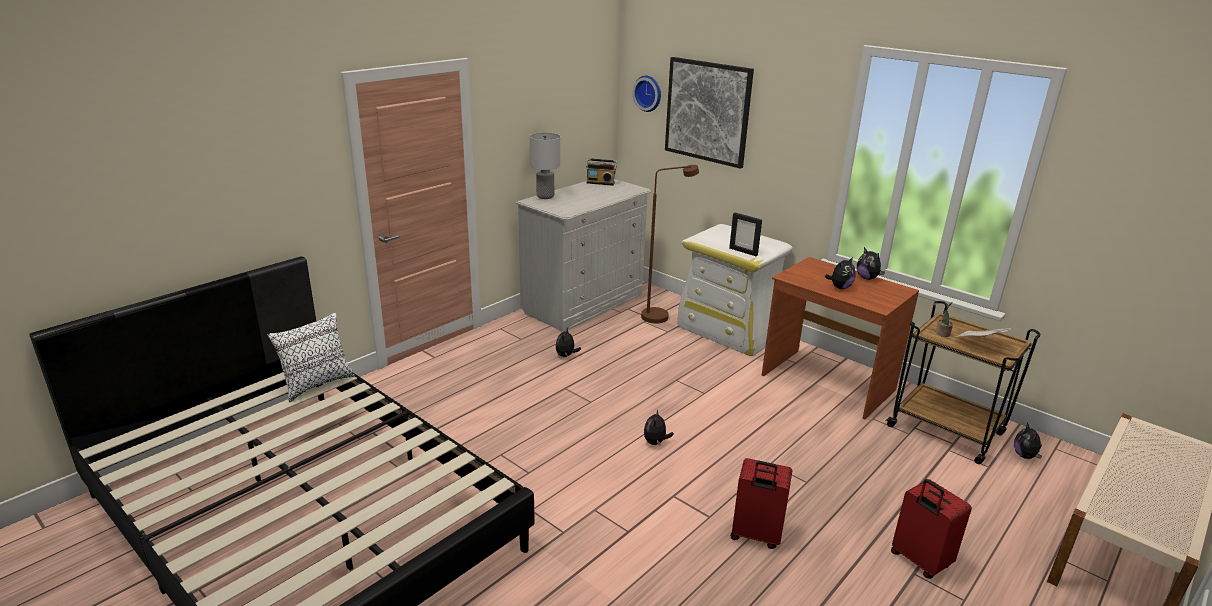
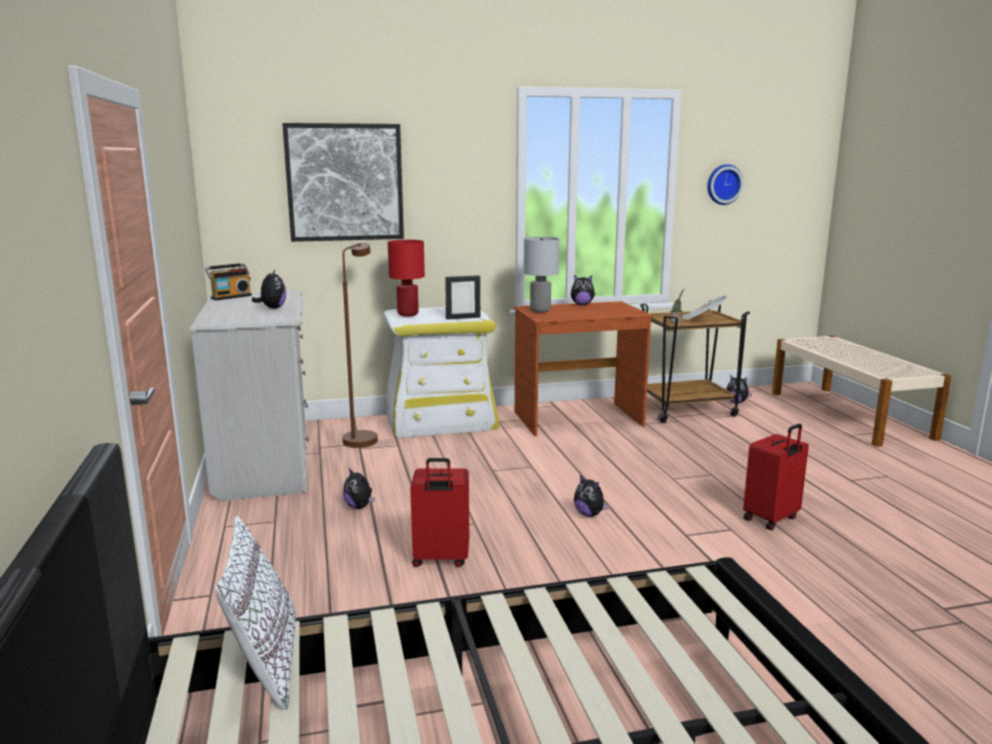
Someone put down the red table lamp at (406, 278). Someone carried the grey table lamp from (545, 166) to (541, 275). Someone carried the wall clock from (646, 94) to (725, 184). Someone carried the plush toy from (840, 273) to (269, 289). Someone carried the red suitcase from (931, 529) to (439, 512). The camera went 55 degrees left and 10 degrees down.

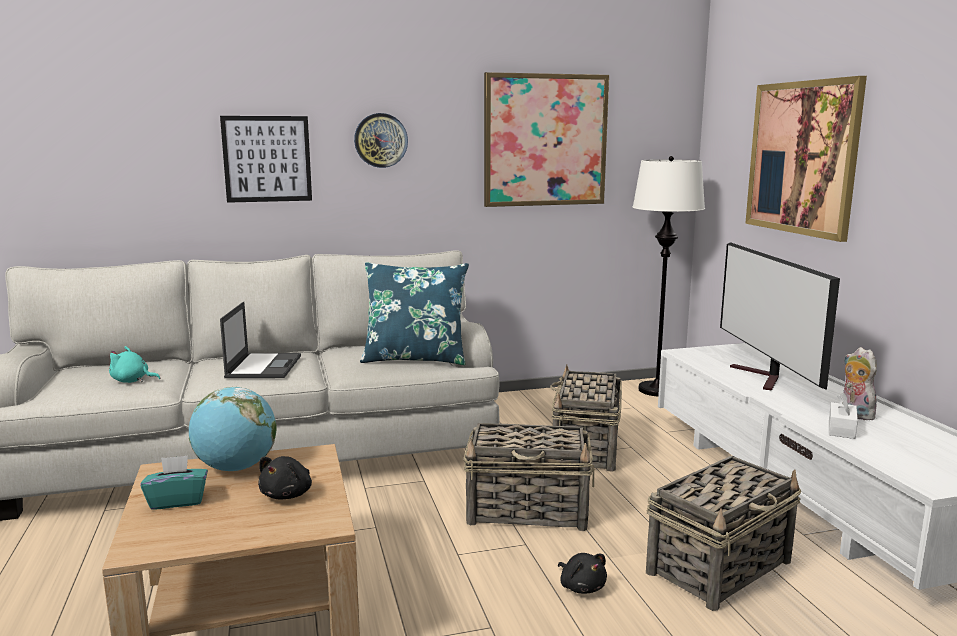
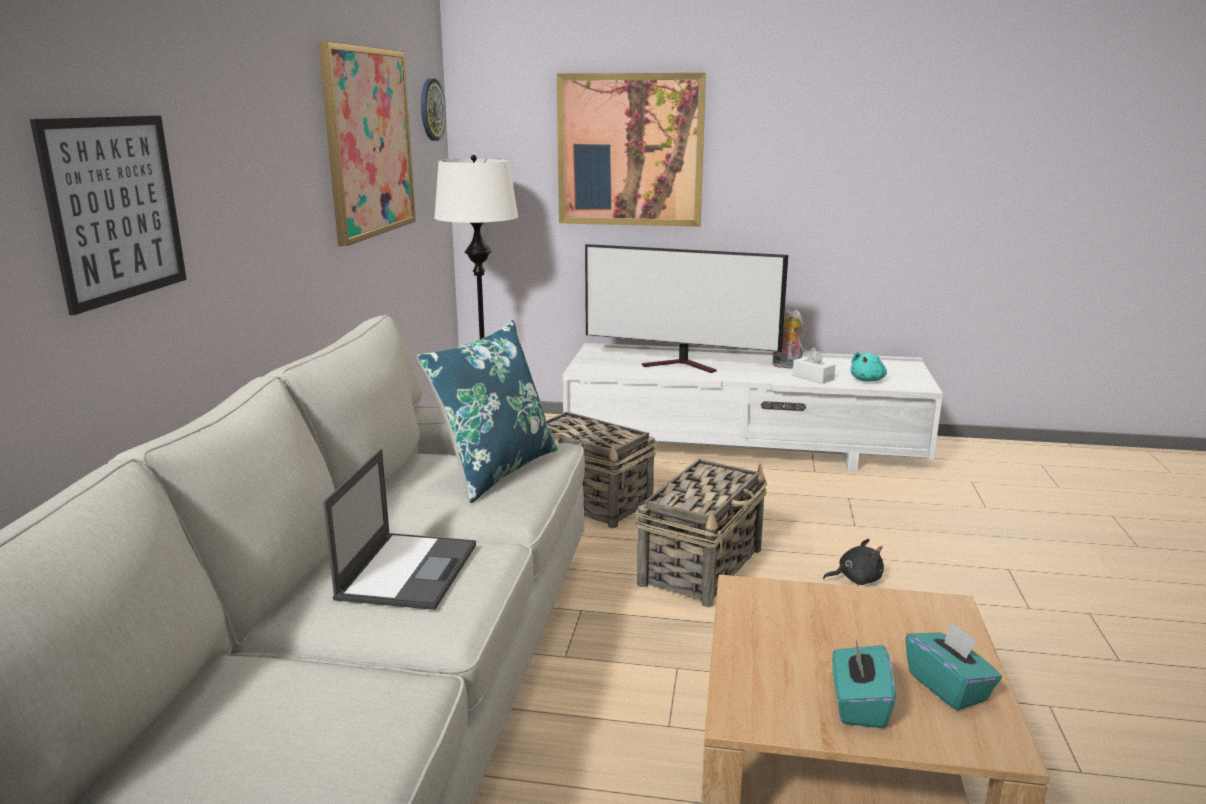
Someone took away the globe at (233, 429). Someone took away the black plush toy at (285, 477). Someone took away the basket at (723, 533). Someone put down the turquoise tissue box at (953, 665). Someone carried the turquoise plush toy from (135, 364) to (868, 367). Someone carried the wall clock from (381, 140) to (433, 109). Someone rotated the laptop at (260, 340) by 75 degrees clockwise. The camera went 65 degrees left and 5 degrees up.

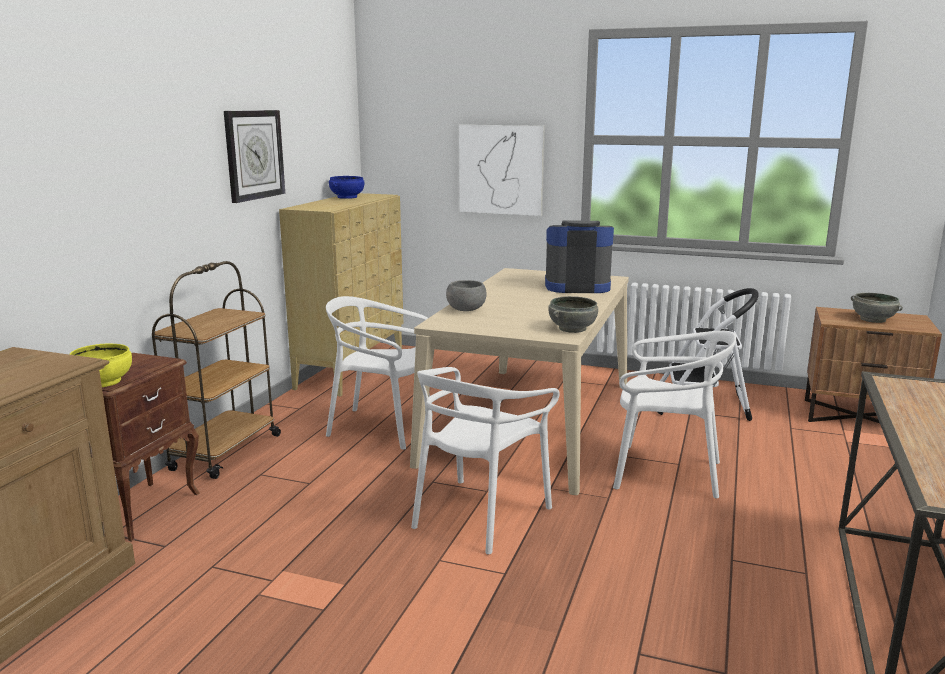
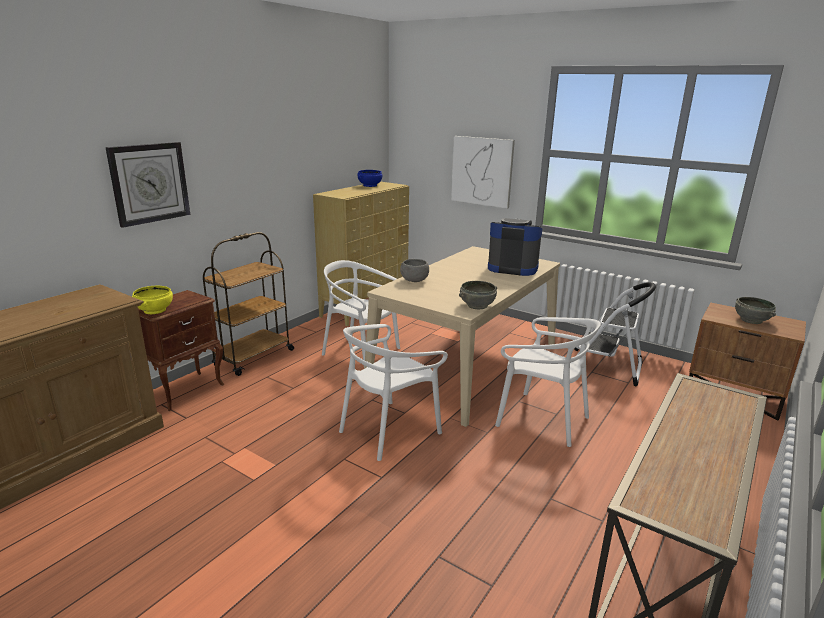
Someone carried the wall clock from (254, 156) to (147, 185). The camera went 15 degrees right and 5 degrees up.

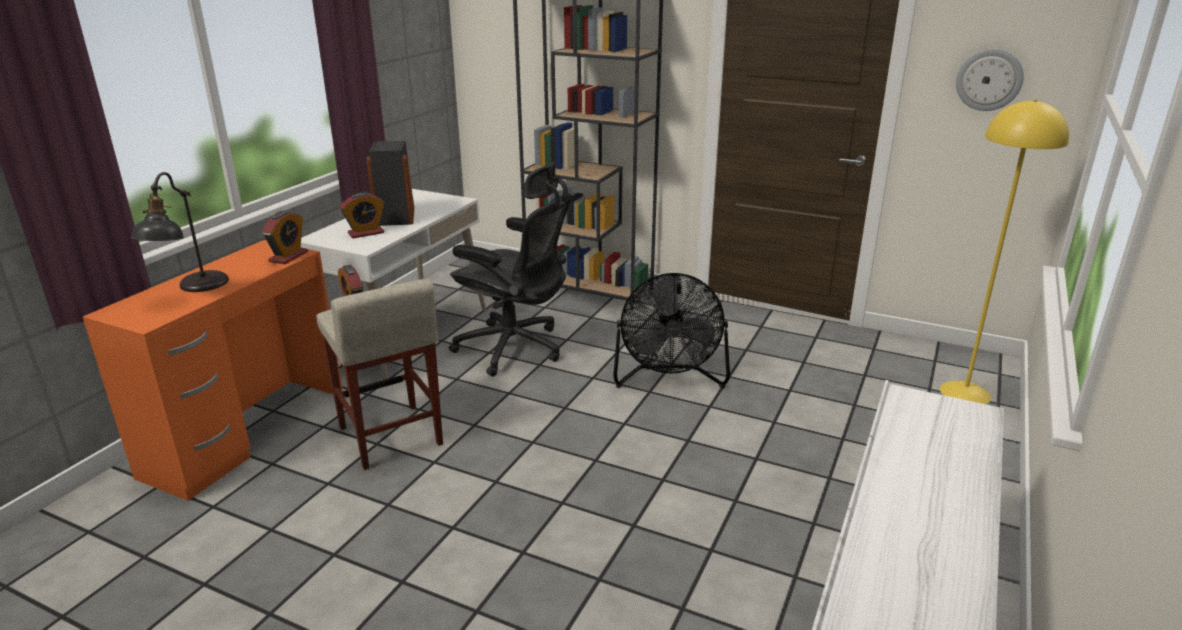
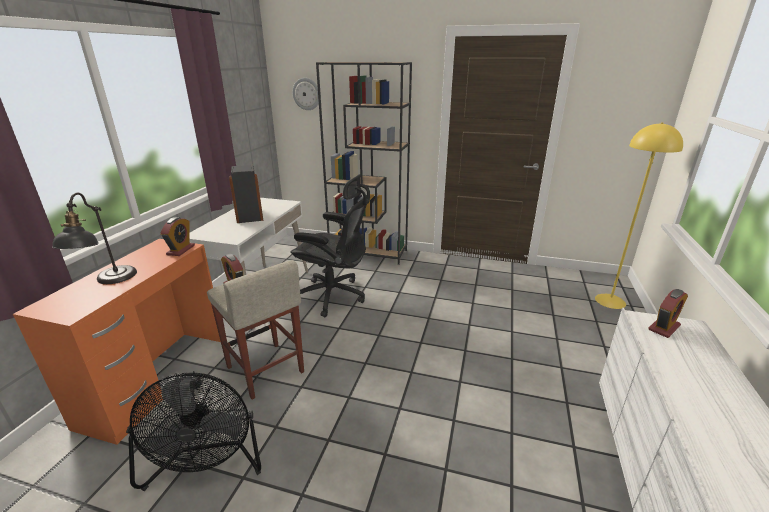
Someone carried the alarm clock from (362, 215) to (668, 313). Someone carried the black fan from (671, 331) to (193, 431). Someone carried the wall clock from (990, 80) to (306, 94). The camera went 10 degrees left and 0 degrees up.

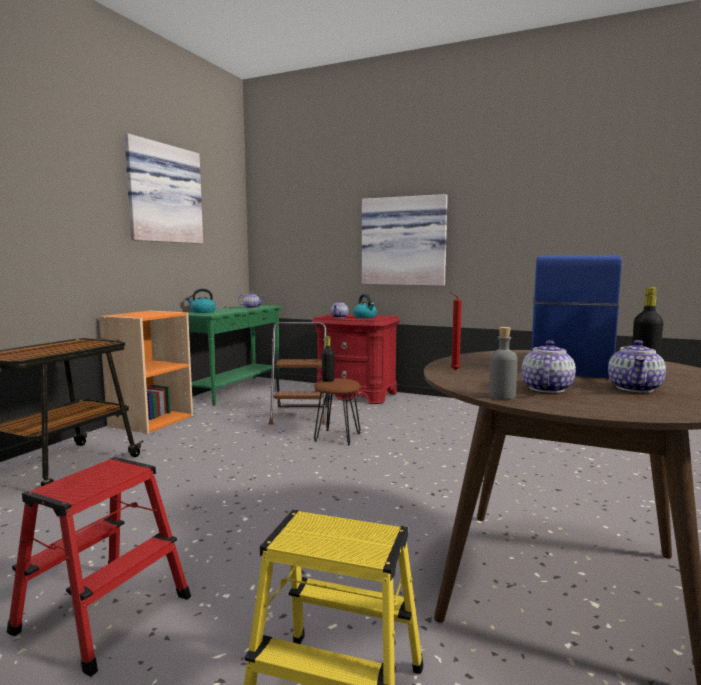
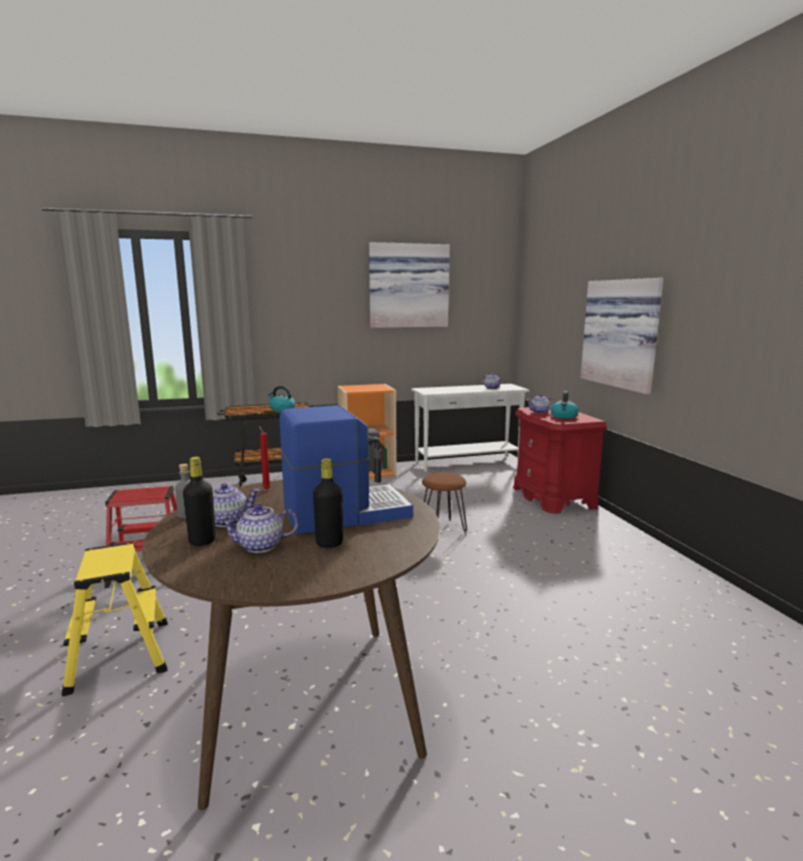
Someone took away the brown step ladder at (298, 373). Someone carried the kettle from (201, 301) to (281, 399). Someone carried the black bottle from (328, 359) to (199, 501). Someone repainted the green console table at (235, 355), which became the white console table at (470, 428). The camera went 50 degrees right and 5 degrees up.

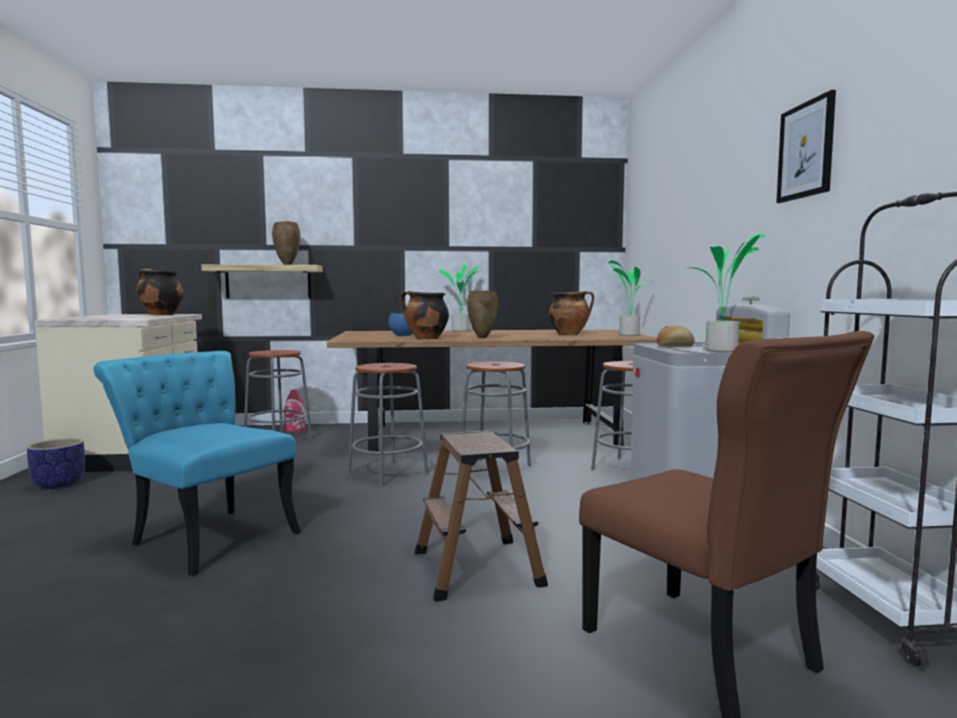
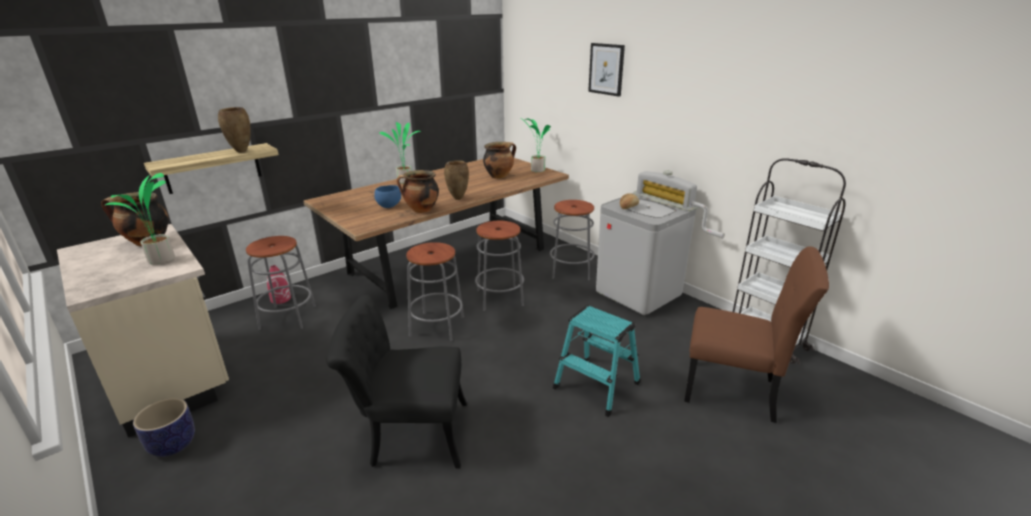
Someone carried the potted plant from (725, 293) to (140, 219). Someone carried the picture from (806, 146) to (606, 70). Someone repainted the turquoise chair at (197, 463), which became the black chair at (397, 382). Someone repainted the brown step ladder at (481, 516), which became the turquoise step ladder at (597, 361). The camera went 35 degrees left and 20 degrees up.

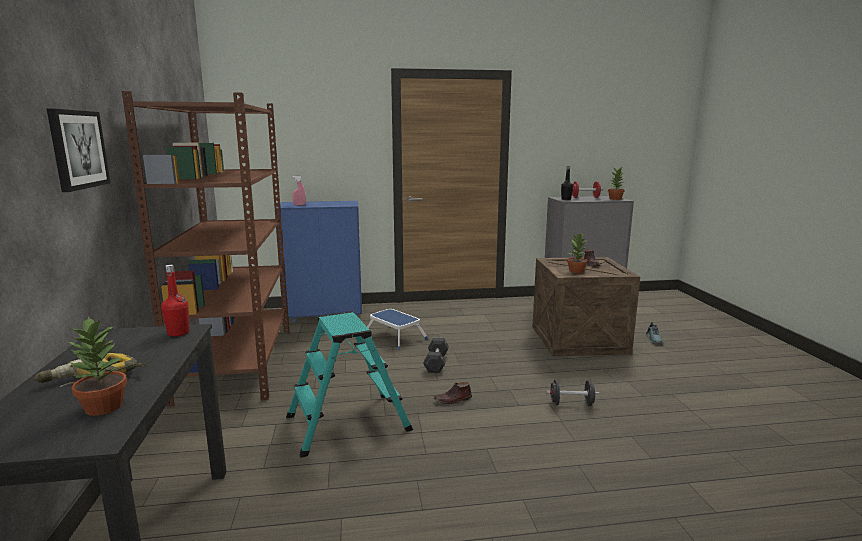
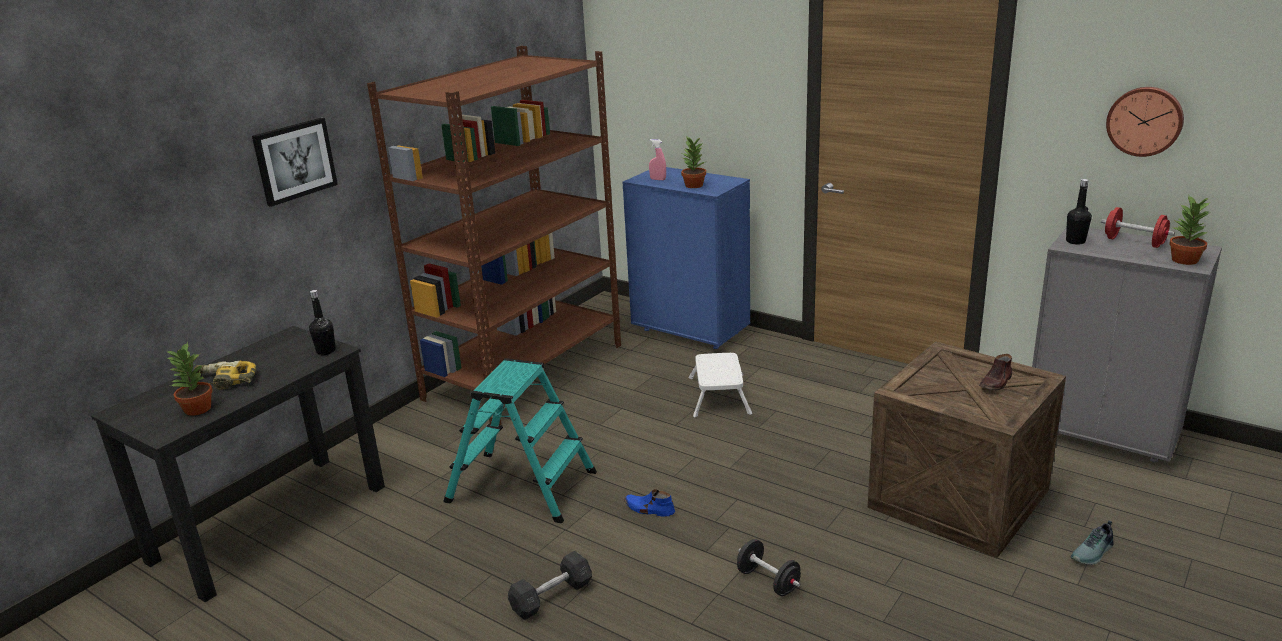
Someone put up the wall clock at (1145, 122). Someone carried the grey dumbbell from (436, 355) to (550, 585). Someone carried the potted plant from (577, 253) to (693, 162). Someone repainted the red bottle at (175, 301), which became the black bottle at (322, 322). Someone repainted the blue step ladder at (397, 329), which became the white step ladder at (720, 385). Someone repainted the brown shoe at (453, 393), which became the blue shoe at (649, 503). The camera went 45 degrees right and 10 degrees up.

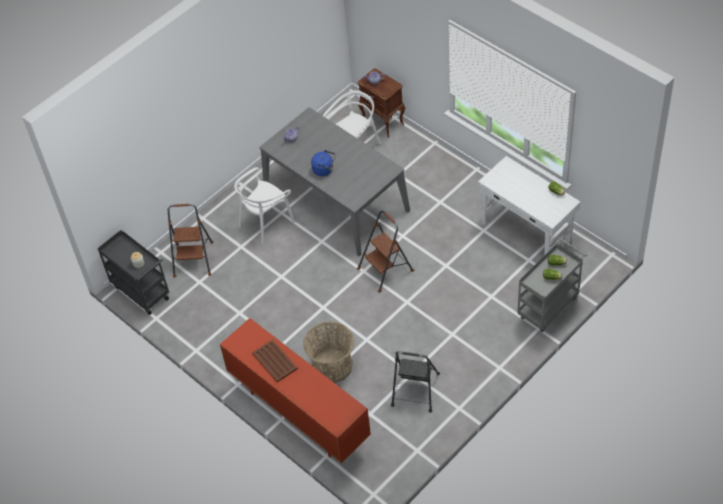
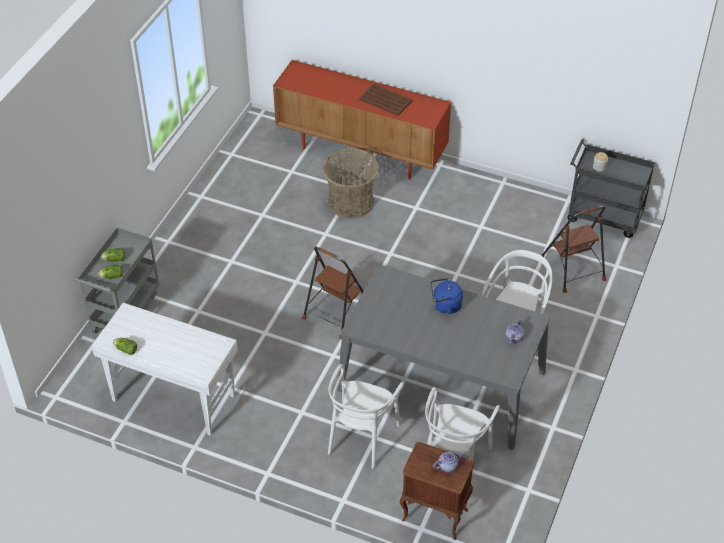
Someone took away the black step ladder at (415, 381). Someone put down the white chair at (366, 416). The camera went 155 degrees right and 5 degrees down.

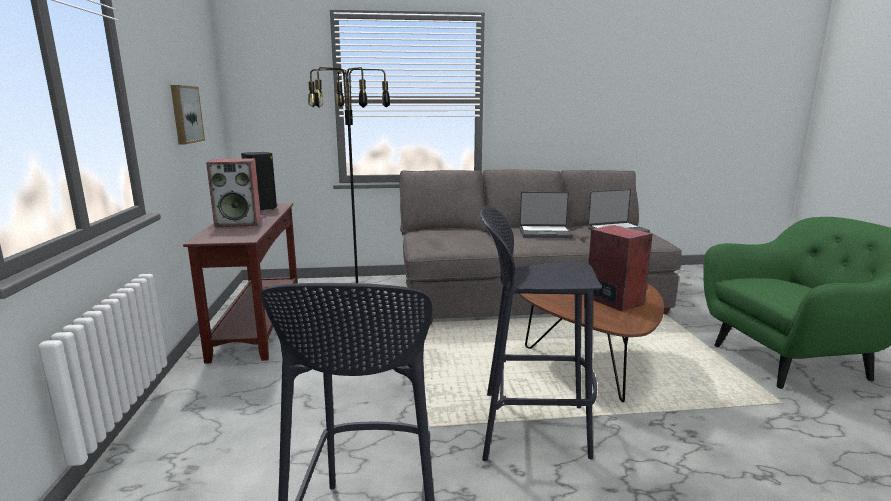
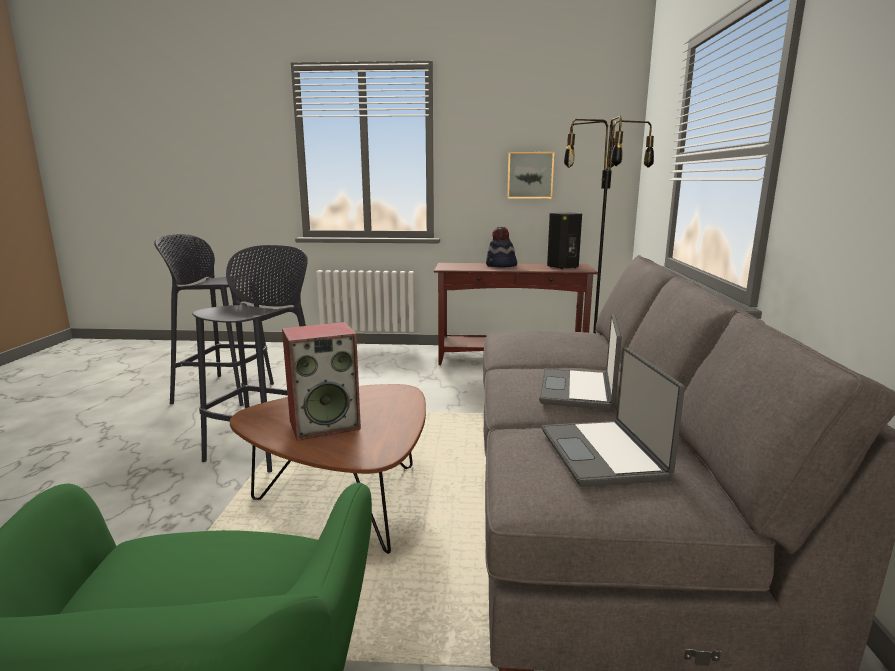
Someone swapped the speaker at (233, 193) for the hat at (501, 247). The camera went 100 degrees right and 0 degrees up.

